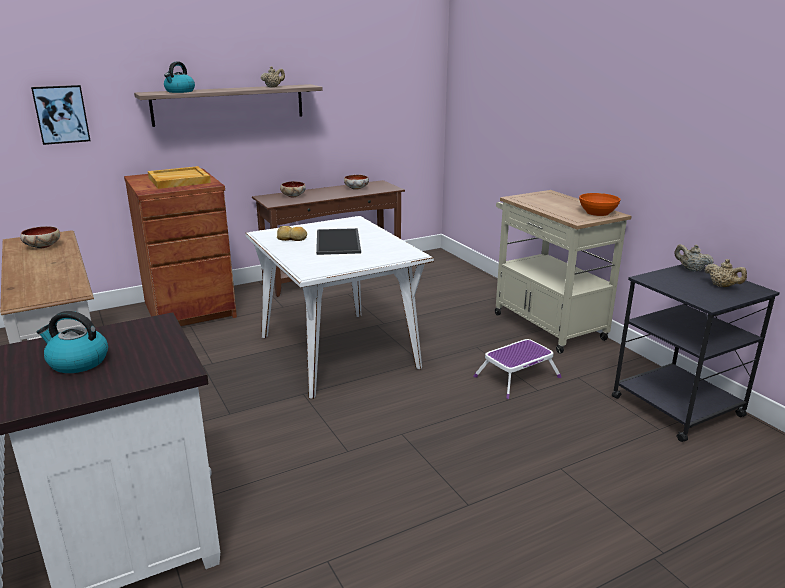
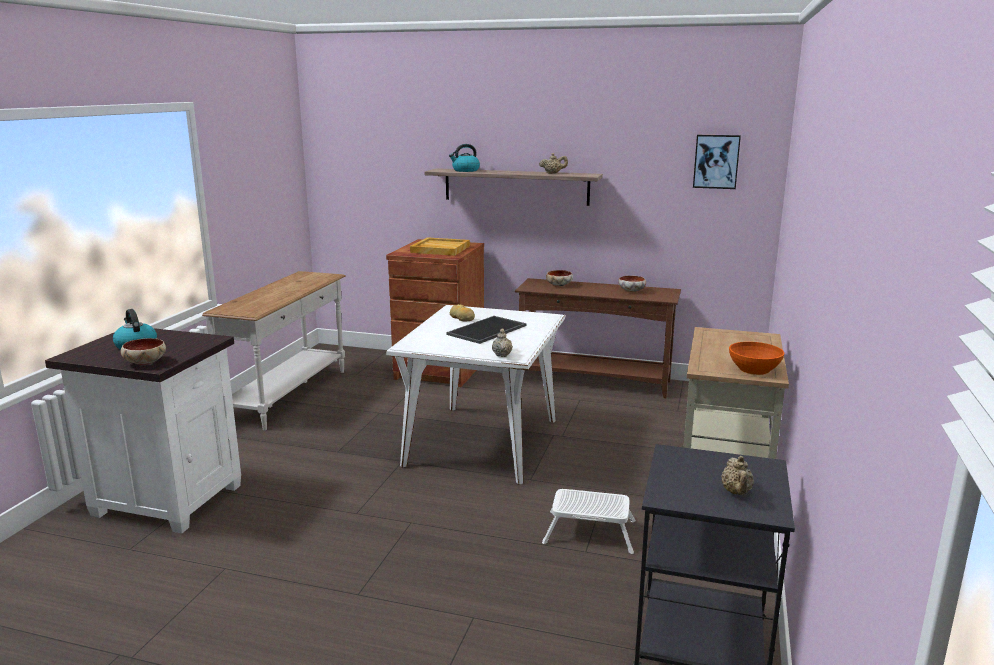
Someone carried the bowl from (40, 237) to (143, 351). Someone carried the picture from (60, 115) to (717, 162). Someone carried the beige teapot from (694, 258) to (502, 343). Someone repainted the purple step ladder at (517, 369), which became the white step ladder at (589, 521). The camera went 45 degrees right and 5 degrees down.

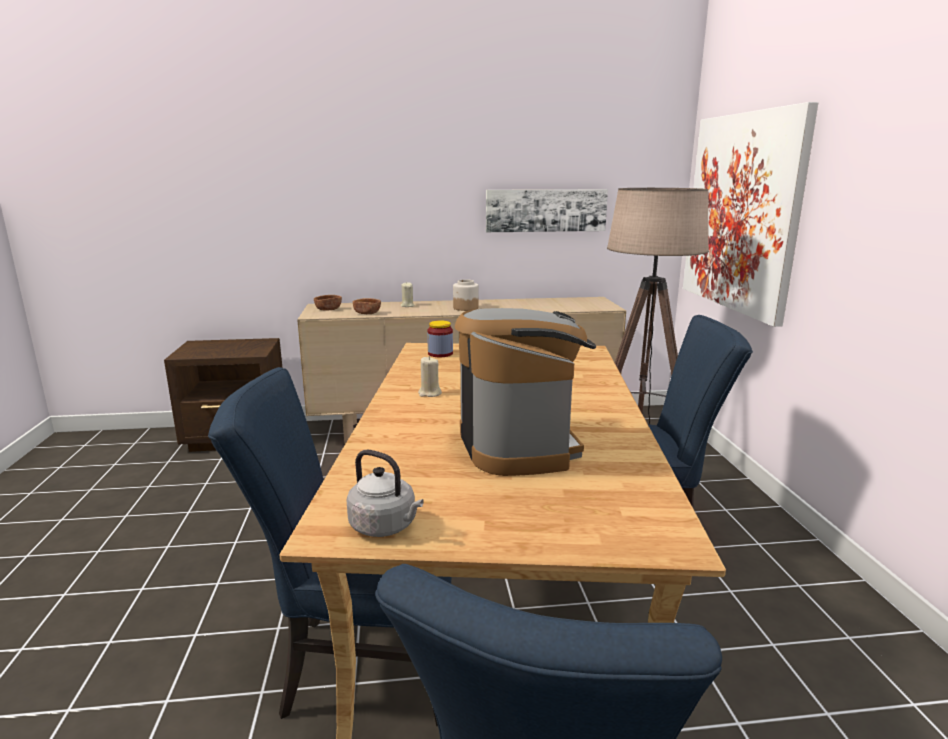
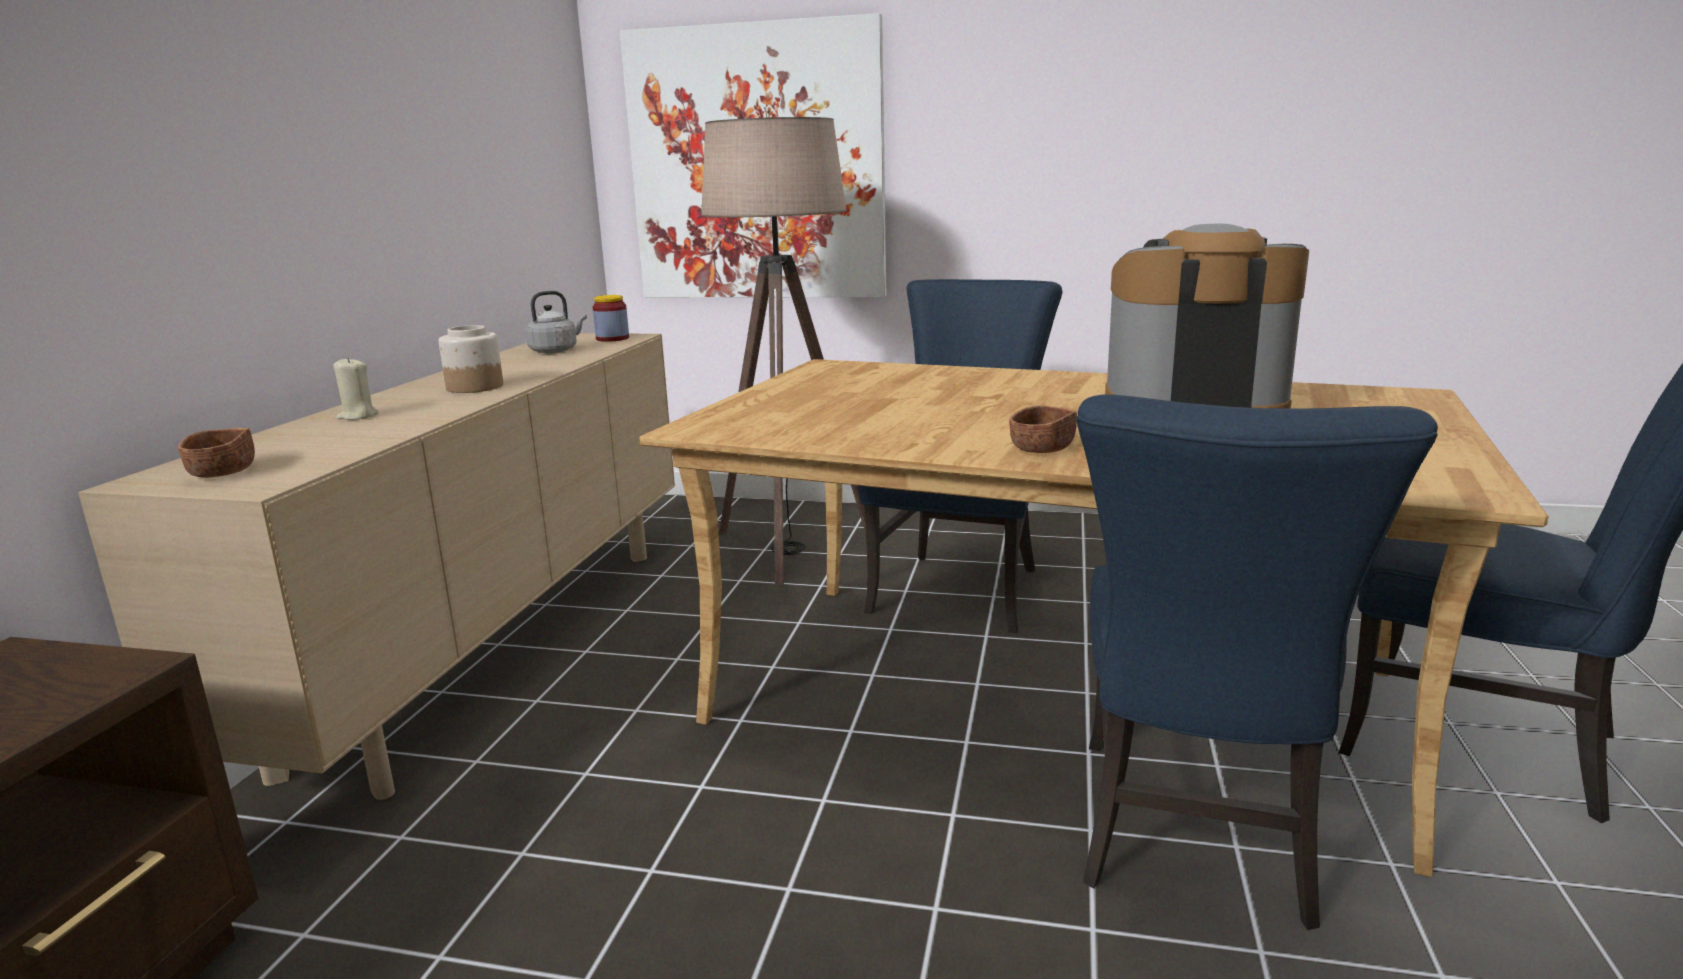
Someone took away the beige candle at (430, 376). Someone took away the picture at (547, 210). Someone carried the grey kettle from (385, 493) to (556, 322). Someone carried the brown bowl from (367, 306) to (1043, 429). Someone carried the jar from (440, 338) to (611, 318). The camera went 70 degrees left and 0 degrees up.

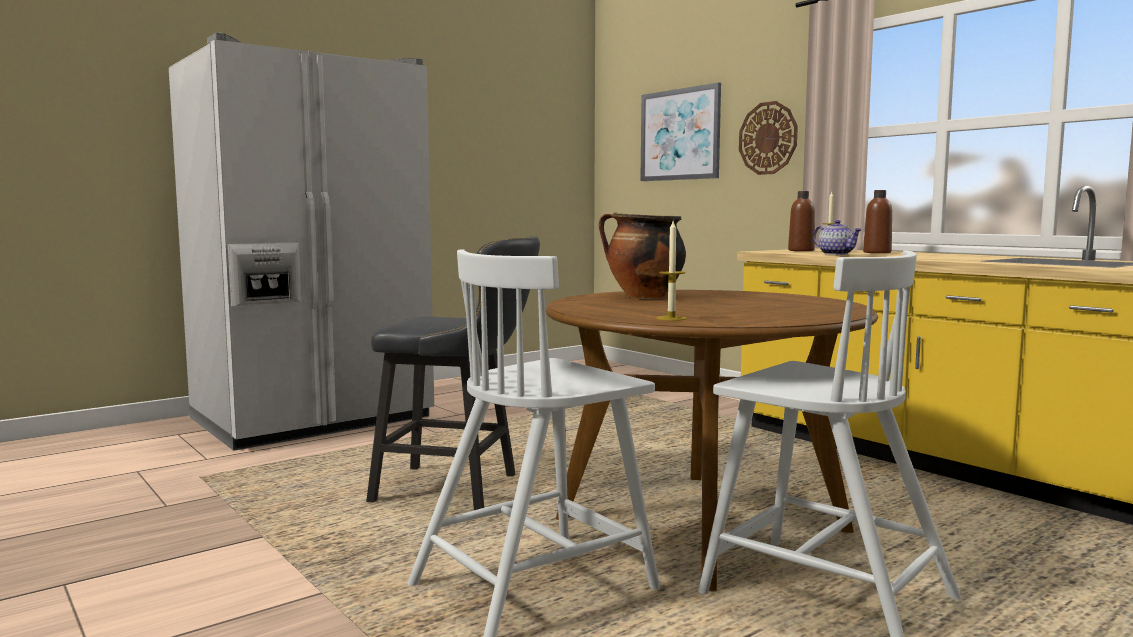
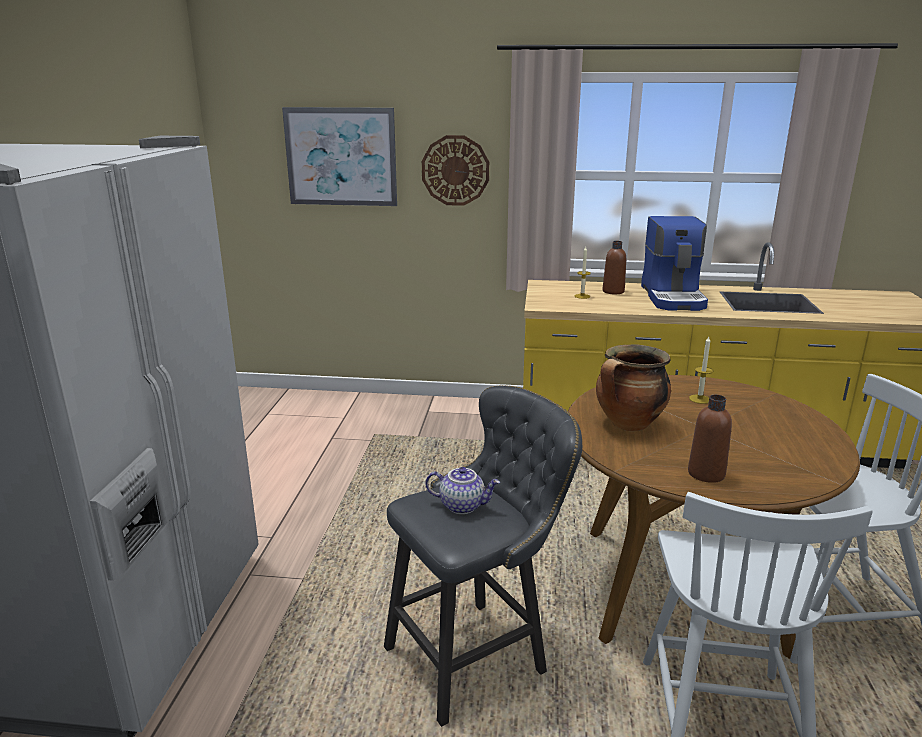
Someone put down the coffee machine at (674, 263). Someone carried the candle from (671, 271) to (701, 370). Someone carried the brown bottle from (801, 221) to (710, 439). Someone carried the teapot from (837, 237) to (462, 490). The camera went 45 degrees left and 15 degrees up.

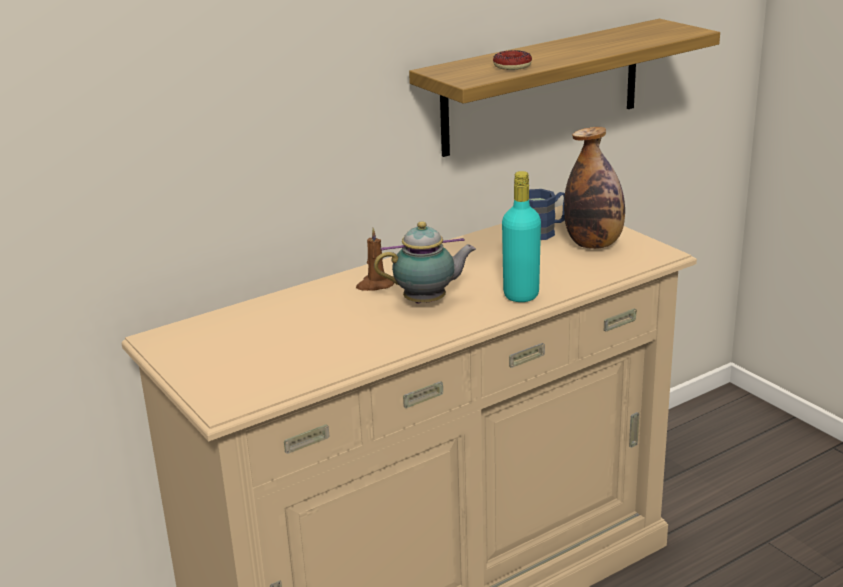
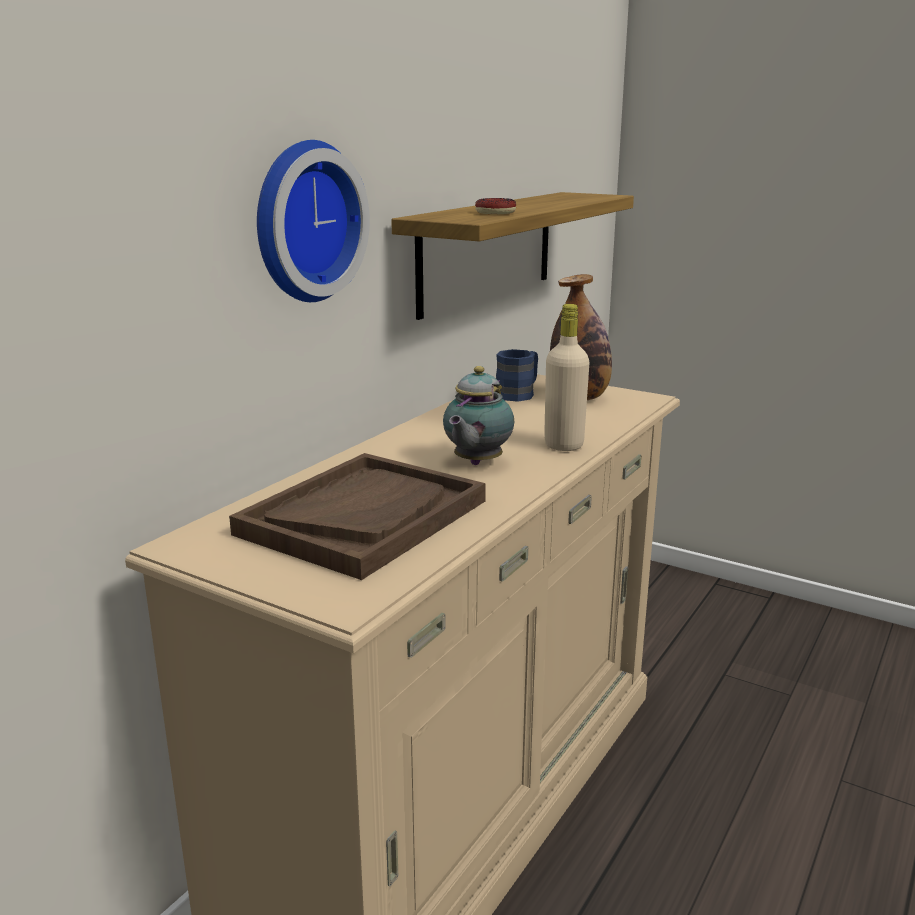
Someone took away the brown candle at (375, 259). Someone put down the brown tray at (357, 516). Someone put up the wall clock at (313, 221). Someone repainted the turquoise bottle at (521, 236), which became the beige bottle at (567, 377). Someone rotated the teapot at (425, 262) by 150 degrees clockwise. The camera went 25 degrees left and 5 degrees down.

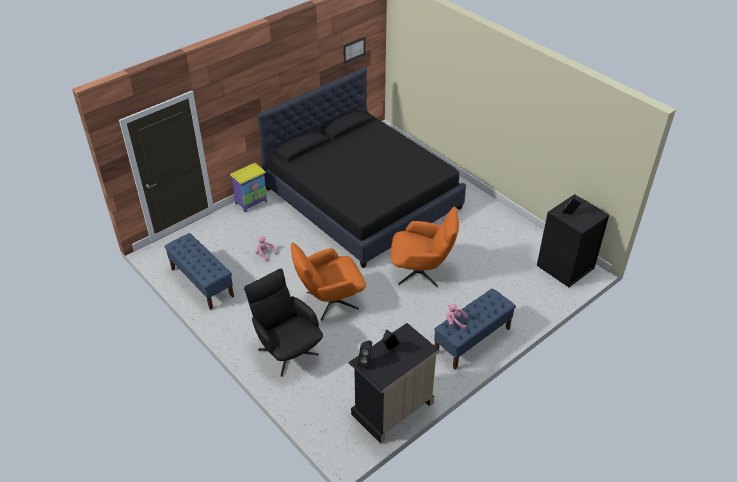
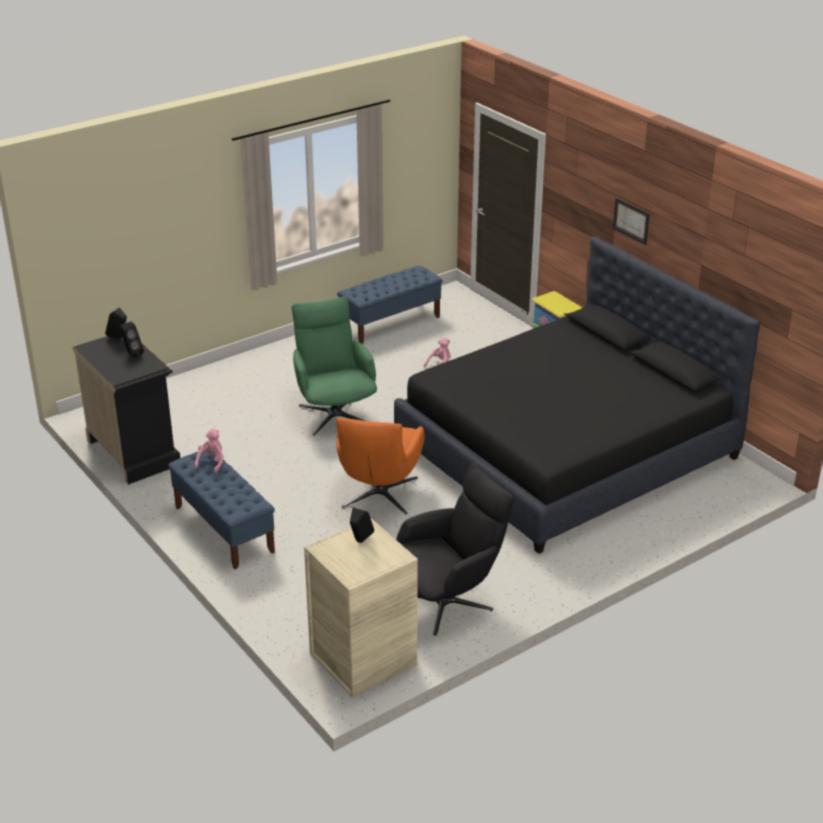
Someone carried the black armchair from (283, 322) to (455, 549). Someone carried the picture from (354, 50) to (631, 221). Someone repainted the orange armchair at (328, 281), which became the green armchair at (334, 366). Someone repainted the black cabinet at (573, 240), which became the beige cabinet at (361, 608). The camera went 95 degrees right and 10 degrees down.

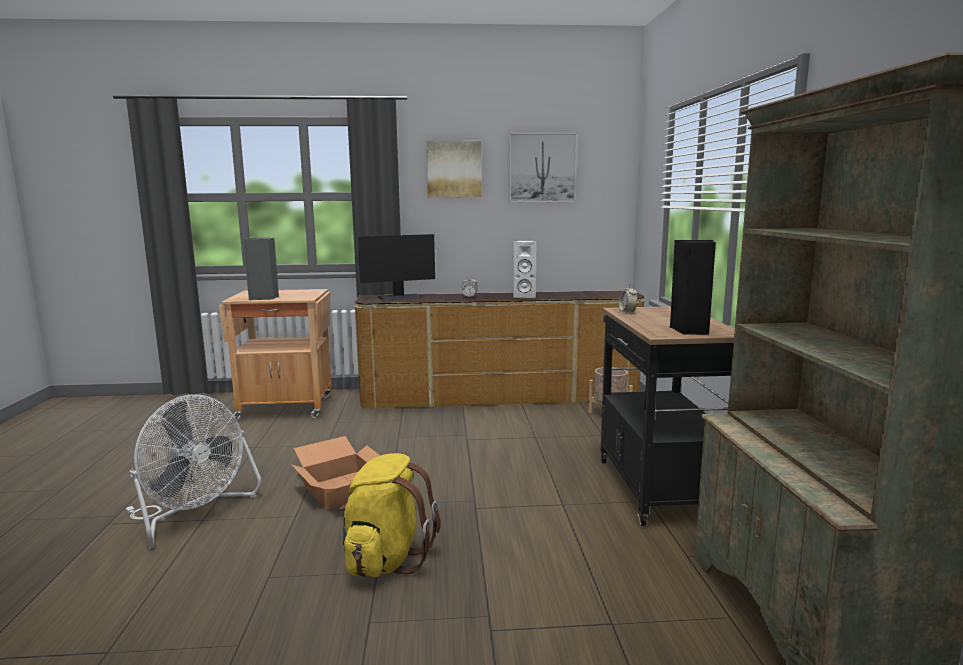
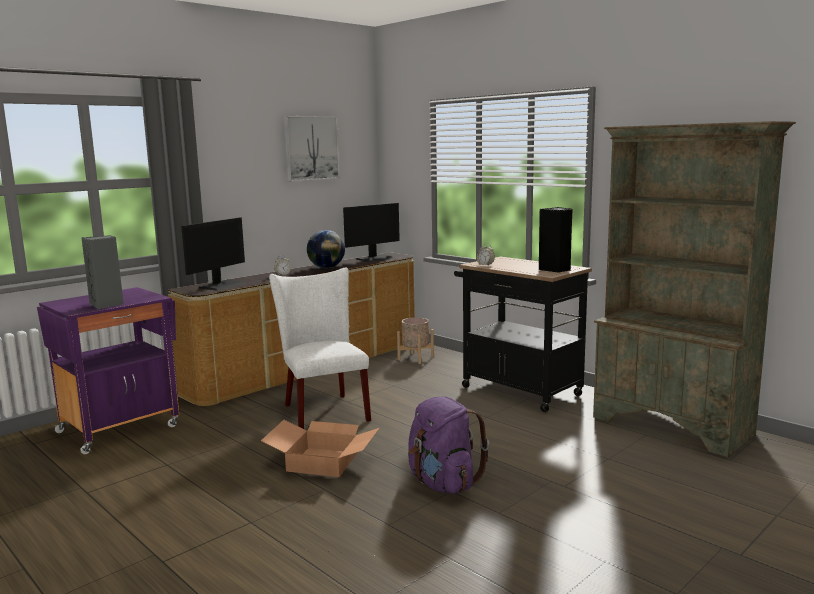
Someone took away the white fan at (193, 471). Someone took away the picture at (454, 169). Someone put down the white chair at (320, 348). Someone put down the monitor at (371, 232). Someone swapped the white speaker at (525, 269) for the globe at (326, 249). Someone repainted the brown cart at (275, 355), which became the purple cart at (108, 370). Someone repainted the yellow backpack at (390, 515), which became the purple backpack at (448, 445). The camera went 40 degrees left and 0 degrees up.

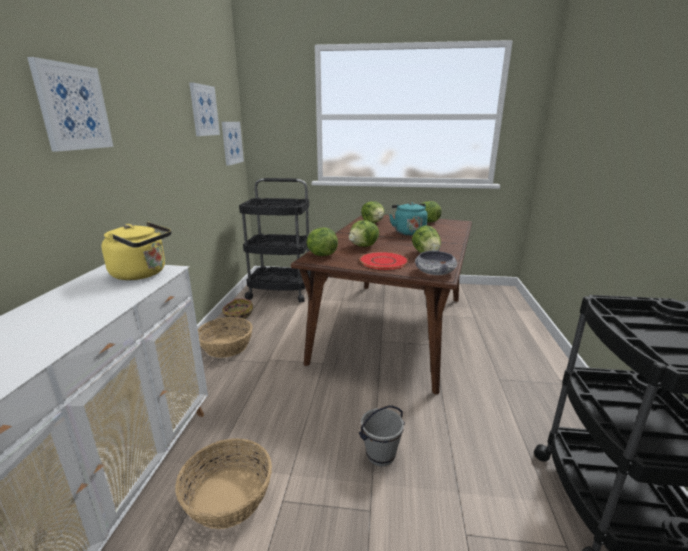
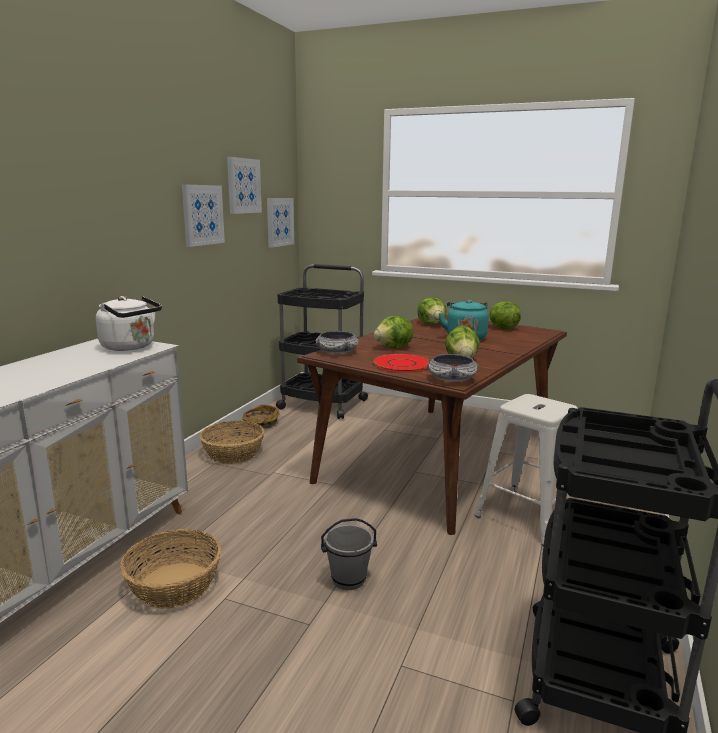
Someone put down the white stool at (527, 470). Someone carried the picture from (70, 104) to (203, 215). Someone swapped the lettuce at (322, 242) for the bowl at (337, 342). Someone repainted the yellow kettle at (136, 251), which became the white kettle at (129, 323). The camera went 15 degrees right and 5 degrees down.

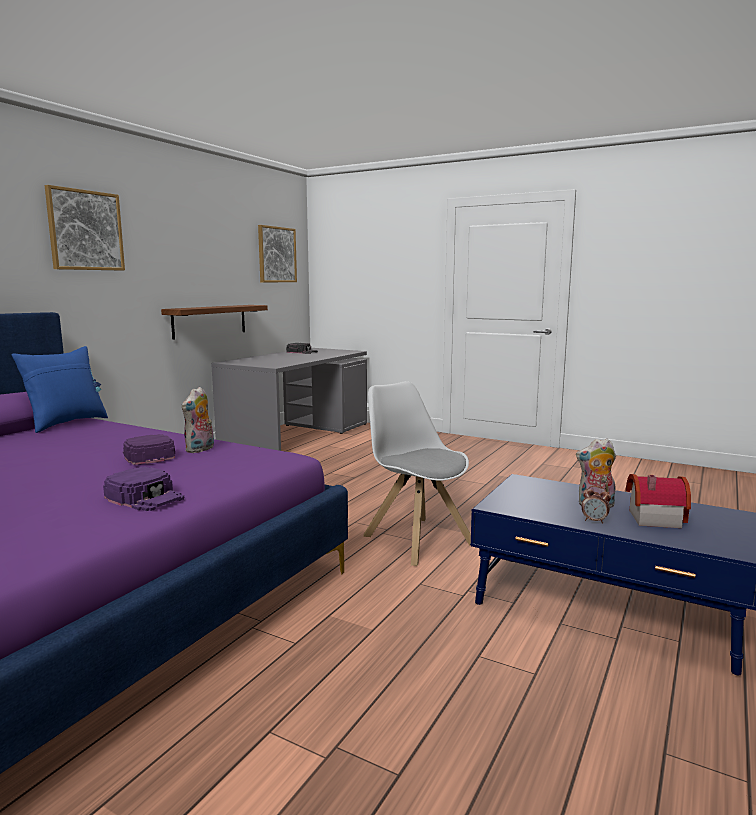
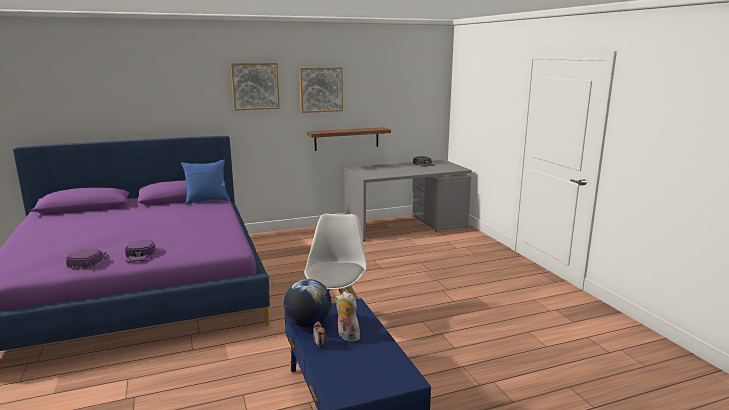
Someone took away the plush toy at (198, 420). Someone took away the toy house at (658, 501). Someone put down the globe at (308, 303). Someone carried the purple cap from (149, 449) to (87, 258). Someone carried the picture from (277, 253) to (321, 90). The camera went 40 degrees right and 5 degrees up.

